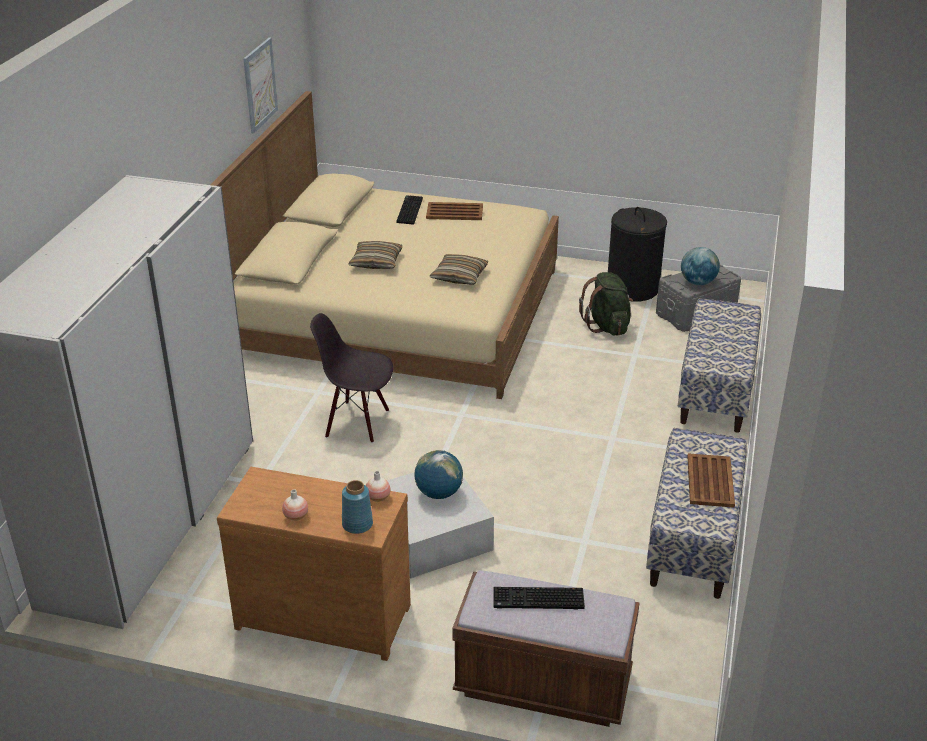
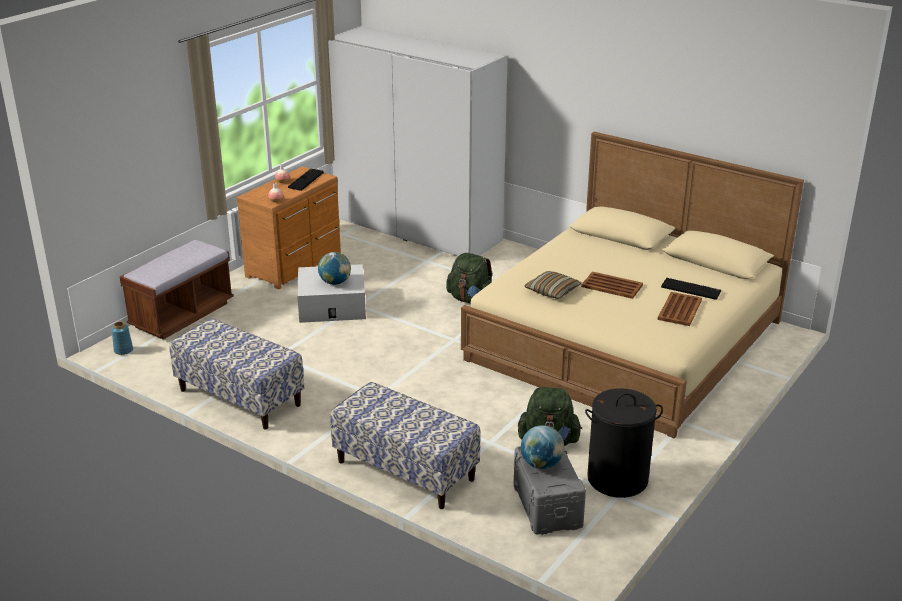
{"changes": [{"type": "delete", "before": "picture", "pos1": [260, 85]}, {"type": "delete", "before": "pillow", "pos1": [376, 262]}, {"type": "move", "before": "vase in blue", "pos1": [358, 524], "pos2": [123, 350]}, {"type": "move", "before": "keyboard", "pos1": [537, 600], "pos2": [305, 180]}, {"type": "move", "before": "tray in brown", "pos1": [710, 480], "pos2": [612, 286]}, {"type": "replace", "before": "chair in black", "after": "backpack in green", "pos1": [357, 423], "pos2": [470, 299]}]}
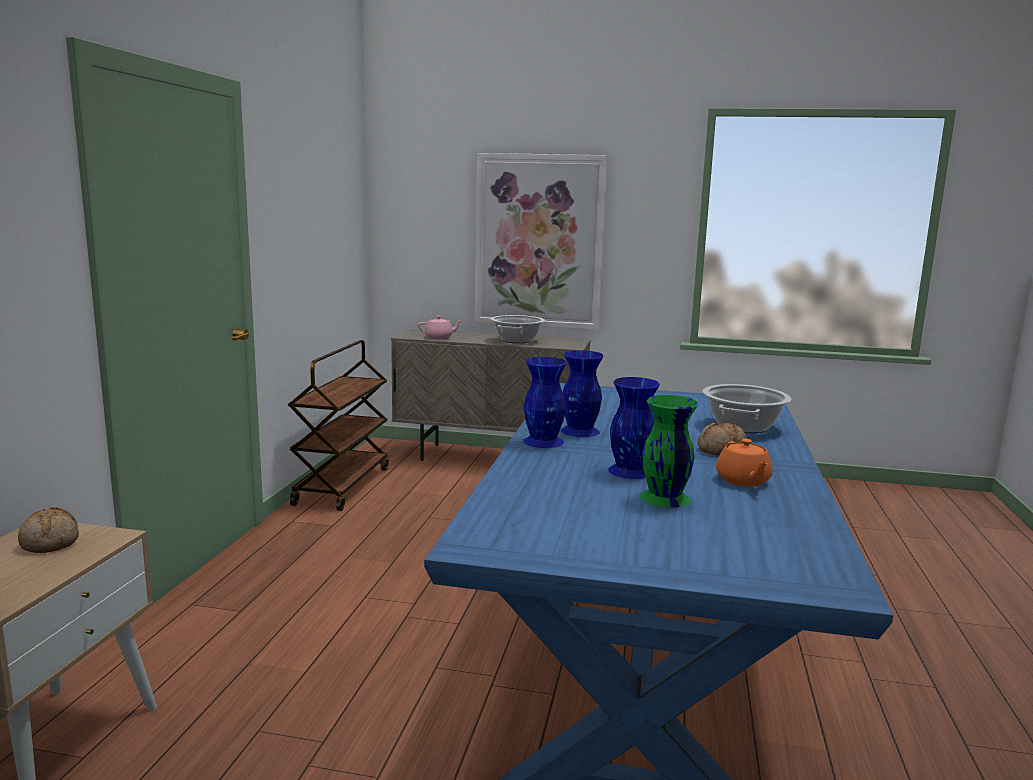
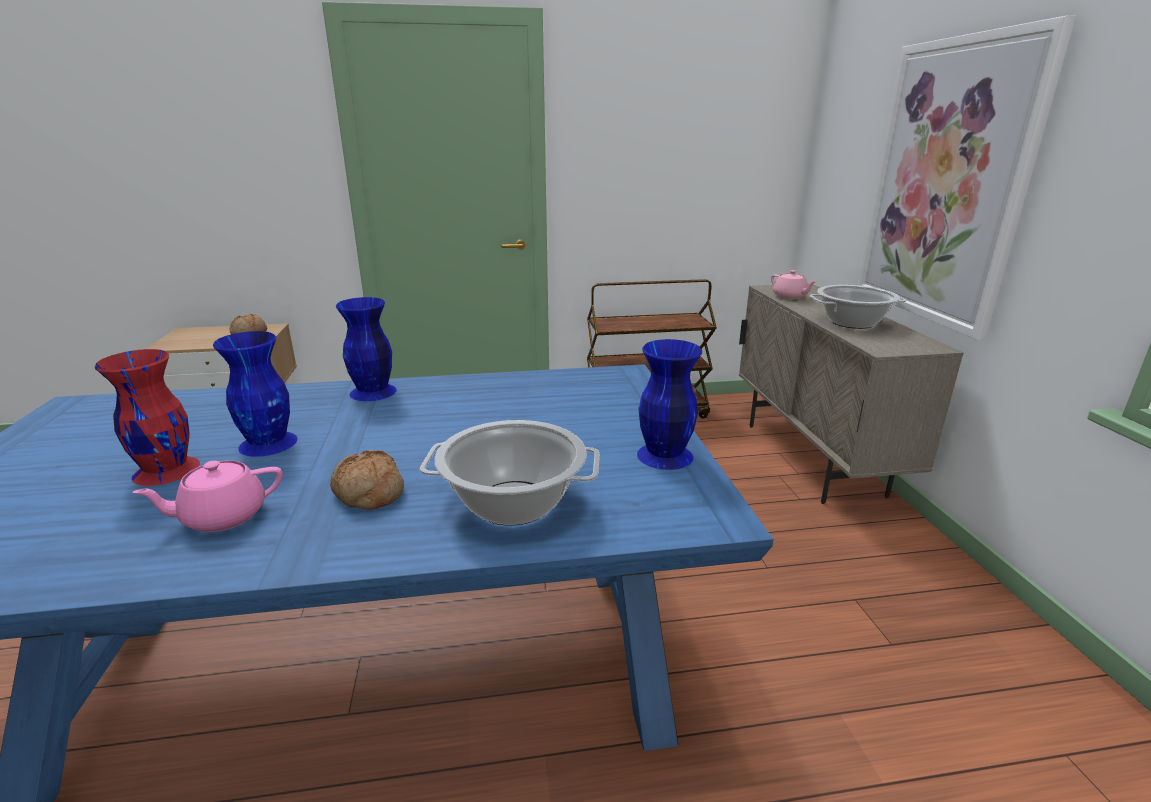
{"changes": [{"type": "move", "before": "vase in blue", "pos1": [580, 431], "pos2": [663, 455]}, {"type": "recolor", "before": "vase in green", "after": "vase in red", "pos1": [664, 498], "pos2": [166, 469]}, {"type": "recolor", "before": "teapot in orange", "after": "teapot in pink", "pos1": [743, 481], "pos2": [223, 517]}]}
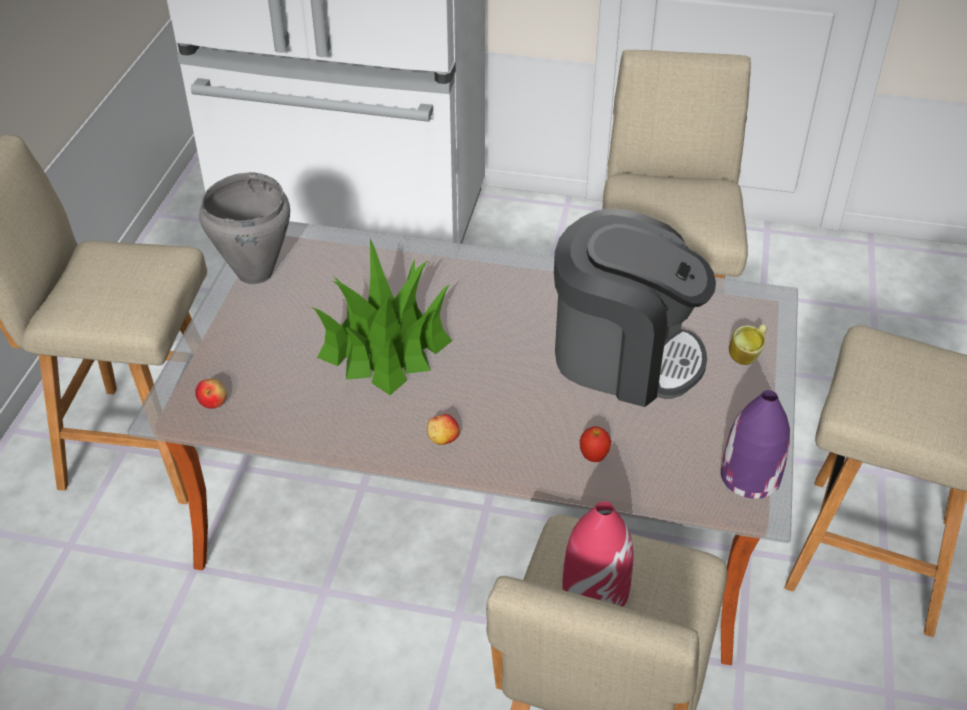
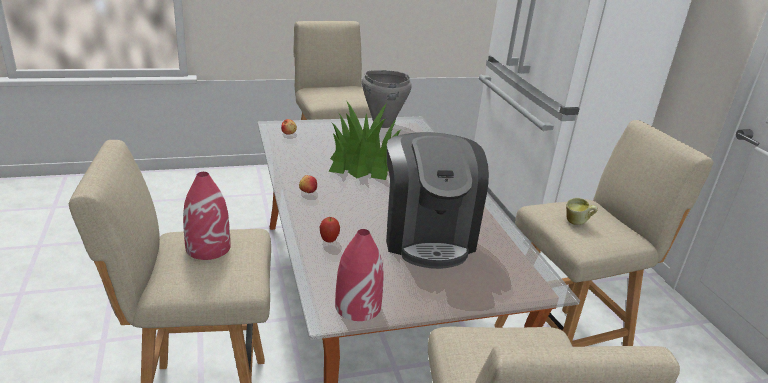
{"changes": [{"type": "move", "before": "mug", "pos1": [747, 357], "pos2": [577, 222]}, {"type": "recolor", "before": "vase in purple", "after": "vase in red", "pos1": [749, 476], "pos2": [357, 306]}]}
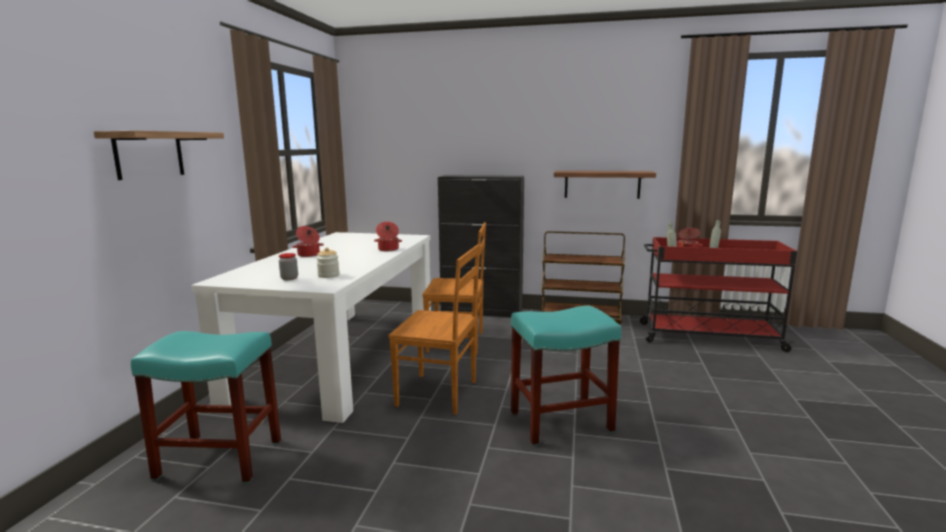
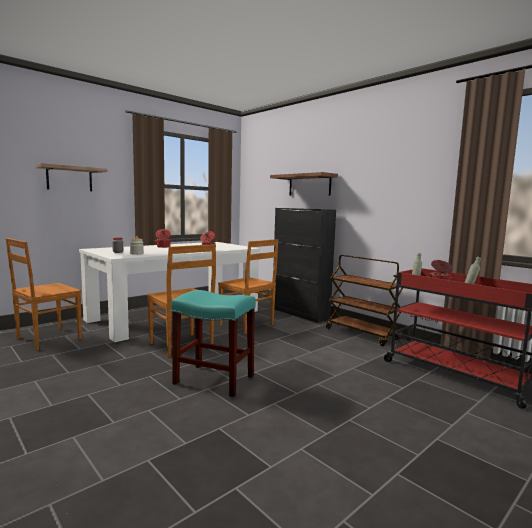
{"changes": [{"type": "move", "before": "shelf", "pos1": [602, 184], "pos2": [309, 185]}, {"type": "replace", "before": "stool in turquoise", "after": "chair in brown", "pos1": [218, 459], "pos2": [47, 339]}]}
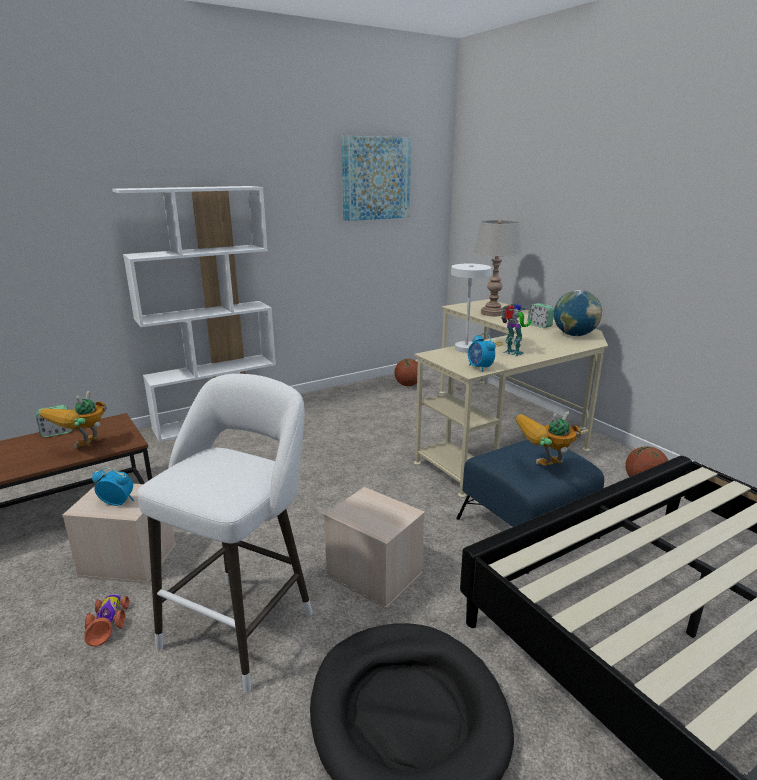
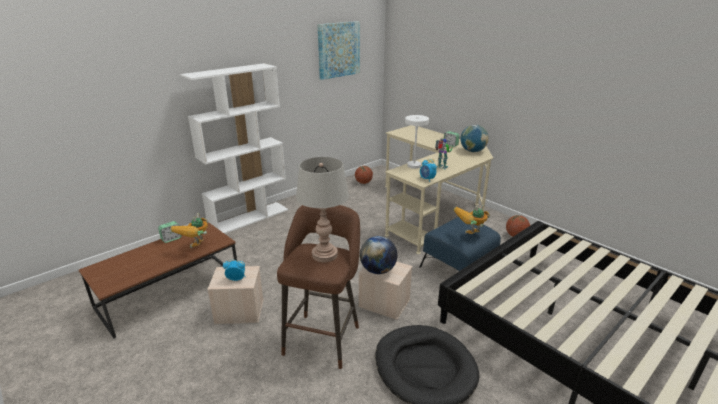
{"changes": [{"type": "delete", "before": "toy car", "pos1": [108, 622]}, {"type": "insert", "after": "globe", "pos2": [378, 270]}, {"type": "move", "before": "table lamp in grey", "pos1": [492, 313], "pos2": [325, 255]}, {"type": "recolor", "before": "stool in white", "after": "stool in brown", "pos1": [243, 624], "pos2": [323, 337]}]}
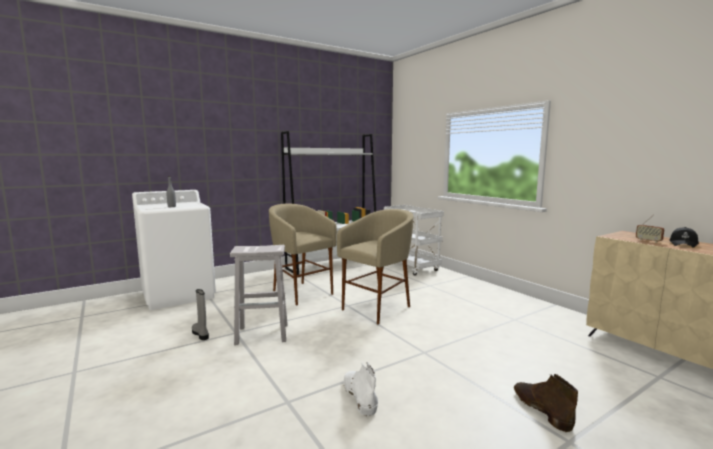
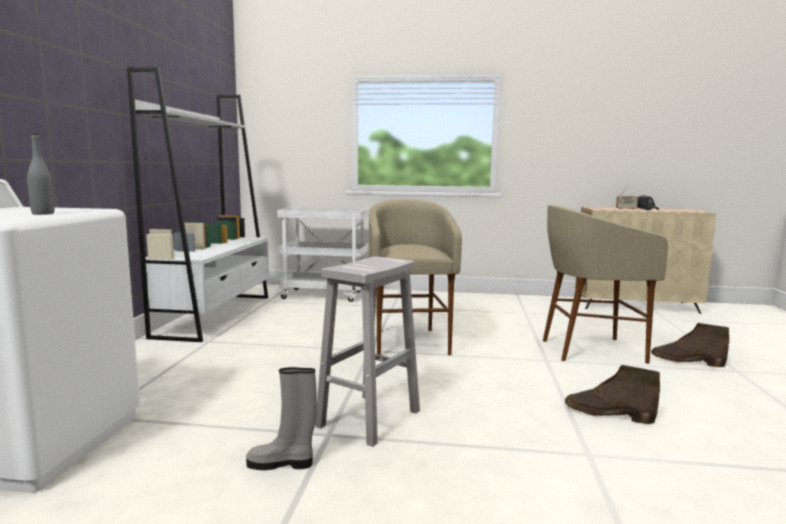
{"changes": [{"type": "move", "before": "stool in beige", "pos1": [301, 293], "pos2": [591, 350]}, {"type": "recolor", "before": "boot in white", "after": "boot in brown", "pos1": [359, 395], "pos2": [607, 414]}]}
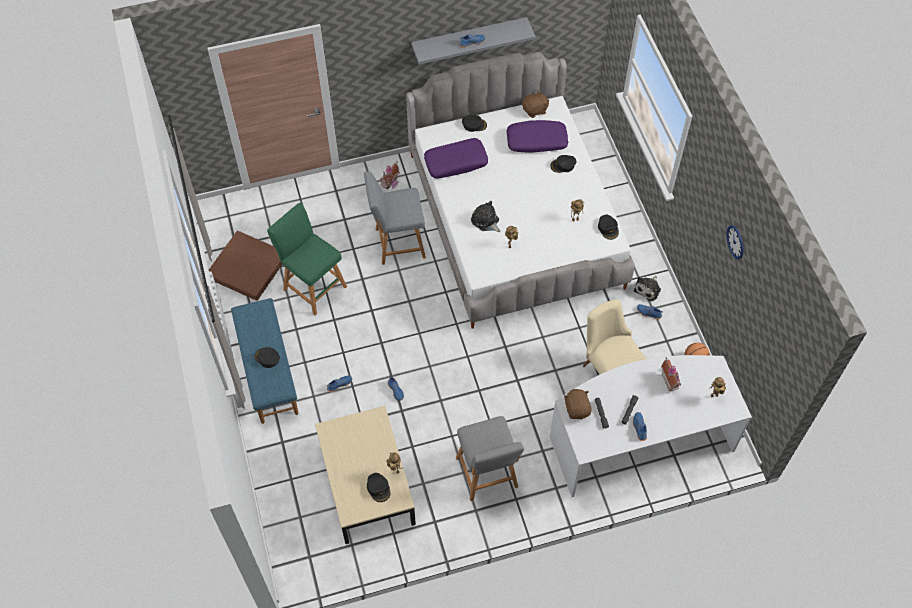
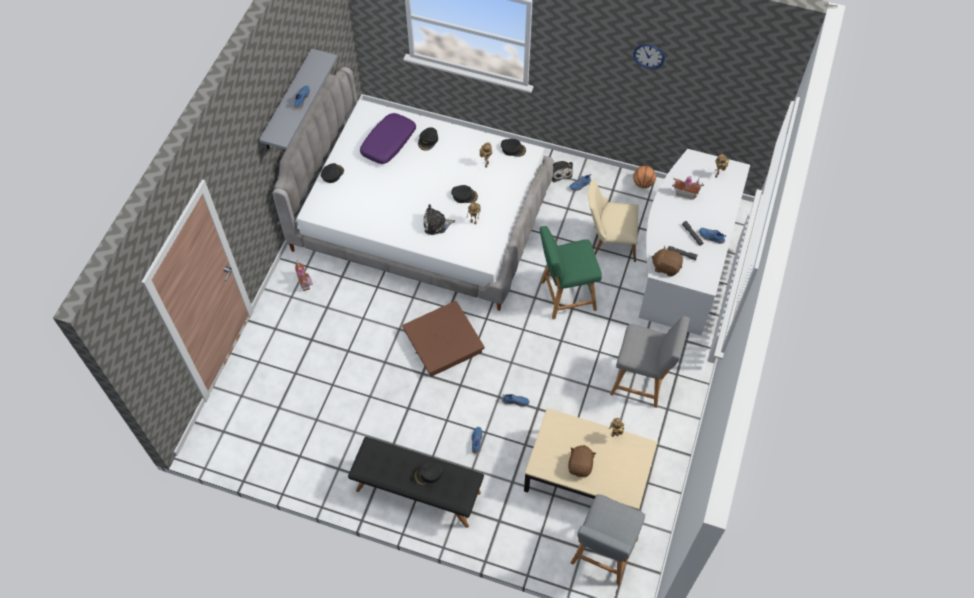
{"changes": [{"type": "delete", "before": "pillow in purple", "pos1": [456, 162]}, {"type": "move", "before": "storage box in brown", "pos1": [248, 269], "pos2": [443, 342]}, {"type": "move", "before": "stool in green", "pos1": [313, 286], "pos2": [565, 296]}, {"type": "move", "before": "stool in grey", "pos1": [397, 243], "pos2": [603, 554]}, {"type": "move", "before": "cap in black", "pos1": [378, 488], "pos2": [464, 195]}, {"type": "move", "before": "plush toy in brown", "pos1": [535, 110], "pos2": [580, 465]}, {"type": "recolor", "before": "bench in blue", "after": "bench in black", "pos1": [267, 370], "pos2": [417, 492]}]}
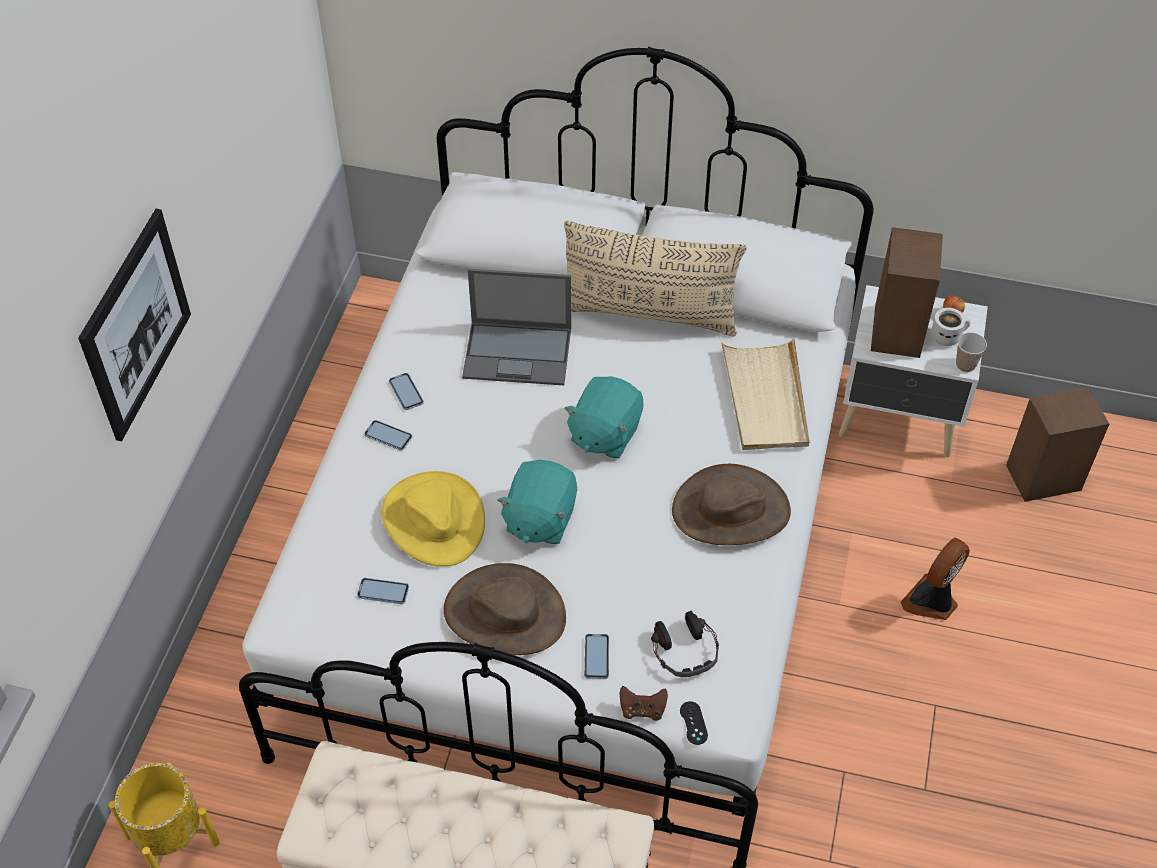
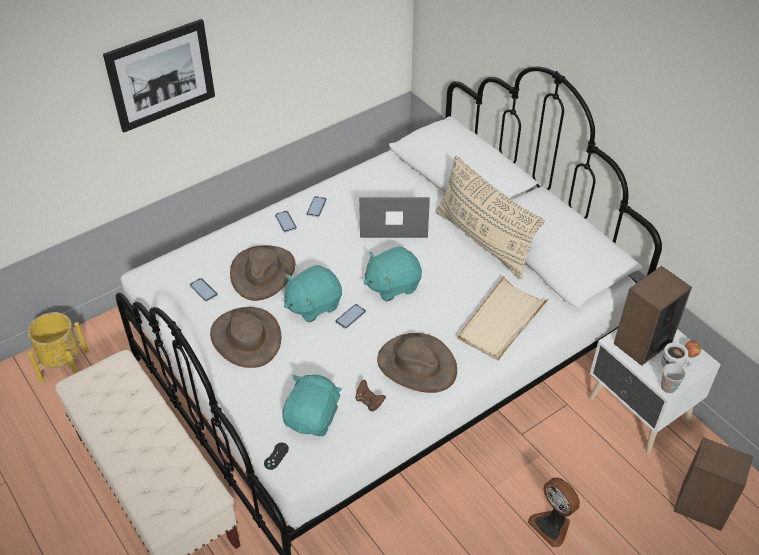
{"changes": [{"type": "move", "before": "phone", "pos1": [596, 657], "pos2": [350, 317]}, {"type": "move", "before": "game controller in brown", "pos1": [642, 710], "pos2": [369, 402]}, {"type": "replace", "before": "headphones", "after": "plush toy in turquoise", "pos1": [685, 650], "pos2": [313, 418]}, {"type": "recolor", "before": "hat in yellow", "after": "hat in brown", "pos1": [433, 519], "pos2": [263, 273]}, {"type": "rotate", "before": "laptop", "pos1": [519, 353], "pos2": [392, 221], "turn": 135}, {"type": "rotate", "before": "fan", "pos1": [932, 601], "pos2": [552, 525], "turn": -120}]}
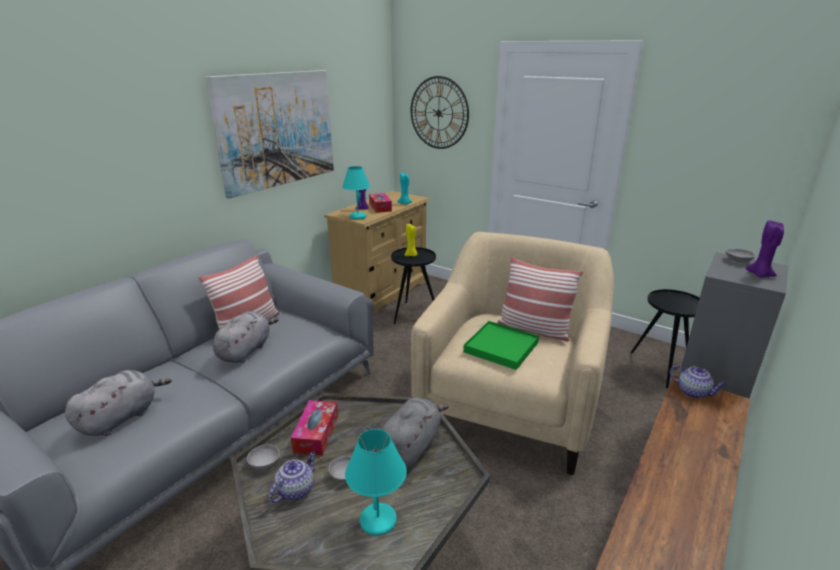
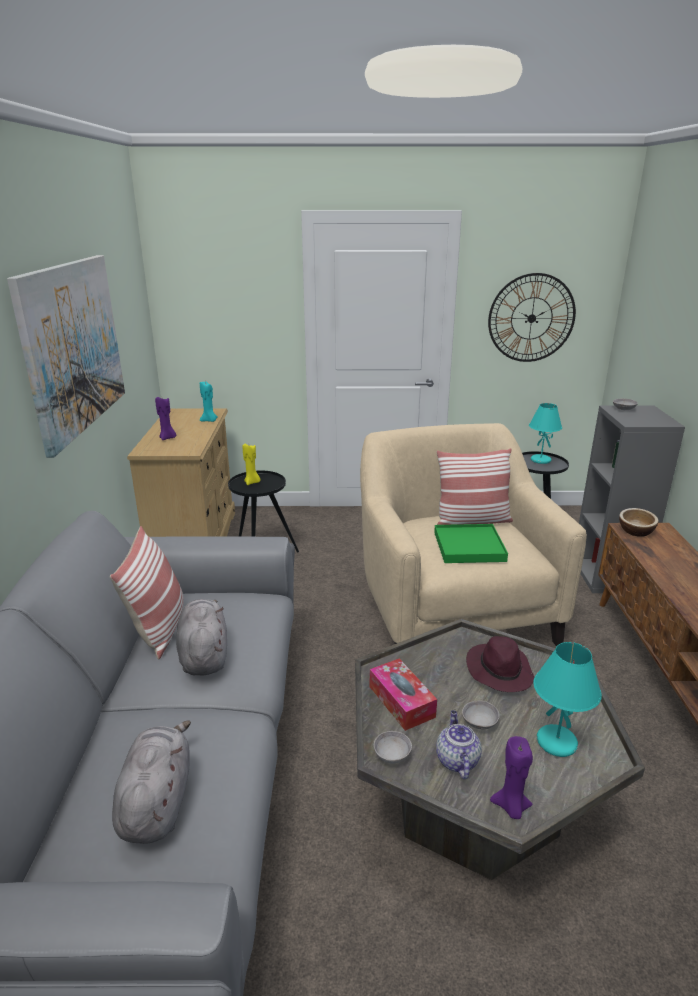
{"changes": [{"type": "delete", "before": "tissue box", "pos1": [380, 207]}, {"type": "move", "before": "table lamp in turquoise", "pos1": [357, 217], "pos2": [540, 460]}, {"type": "move", "before": "wall clock", "pos1": [439, 113], "pos2": [531, 318]}, {"type": "move", "before": "candle in purple", "pos1": [759, 275], "pos2": [511, 807]}, {"type": "replace", "before": "plush toy in grey", "after": "hat in purple", "pos1": [410, 448], "pos2": [499, 670]}, {"type": "replace", "before": "teapot", "after": "bowl", "pos1": [694, 392], "pos2": [635, 531]}]}
